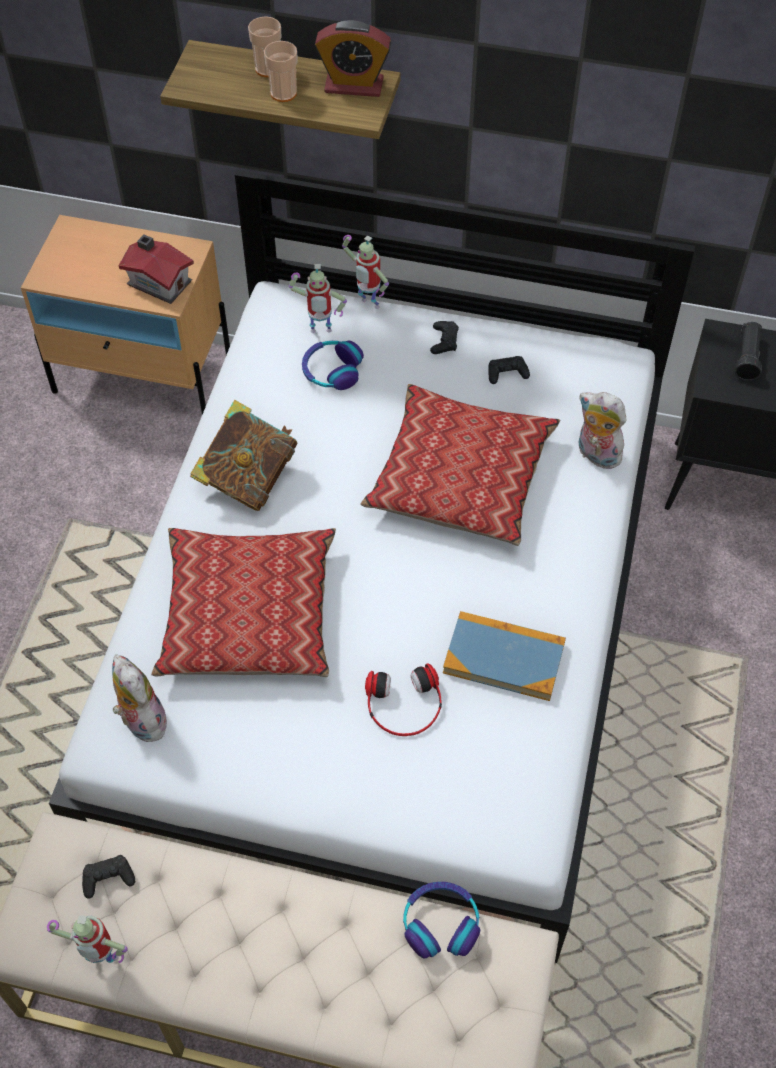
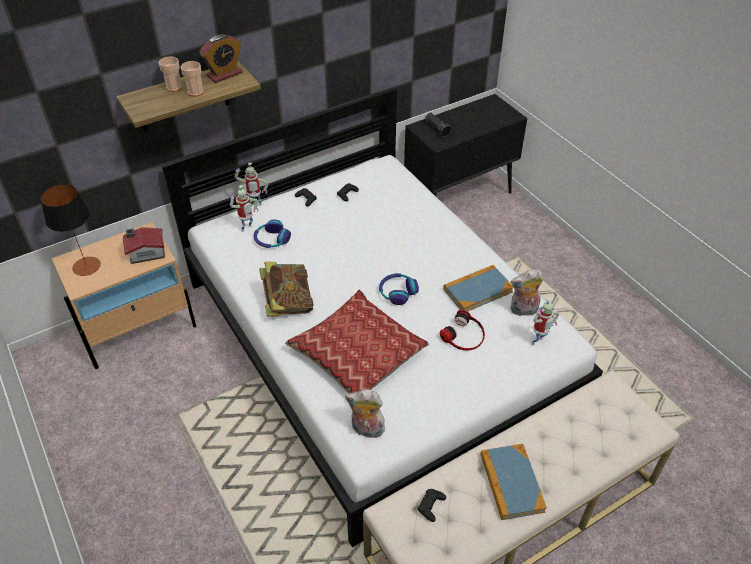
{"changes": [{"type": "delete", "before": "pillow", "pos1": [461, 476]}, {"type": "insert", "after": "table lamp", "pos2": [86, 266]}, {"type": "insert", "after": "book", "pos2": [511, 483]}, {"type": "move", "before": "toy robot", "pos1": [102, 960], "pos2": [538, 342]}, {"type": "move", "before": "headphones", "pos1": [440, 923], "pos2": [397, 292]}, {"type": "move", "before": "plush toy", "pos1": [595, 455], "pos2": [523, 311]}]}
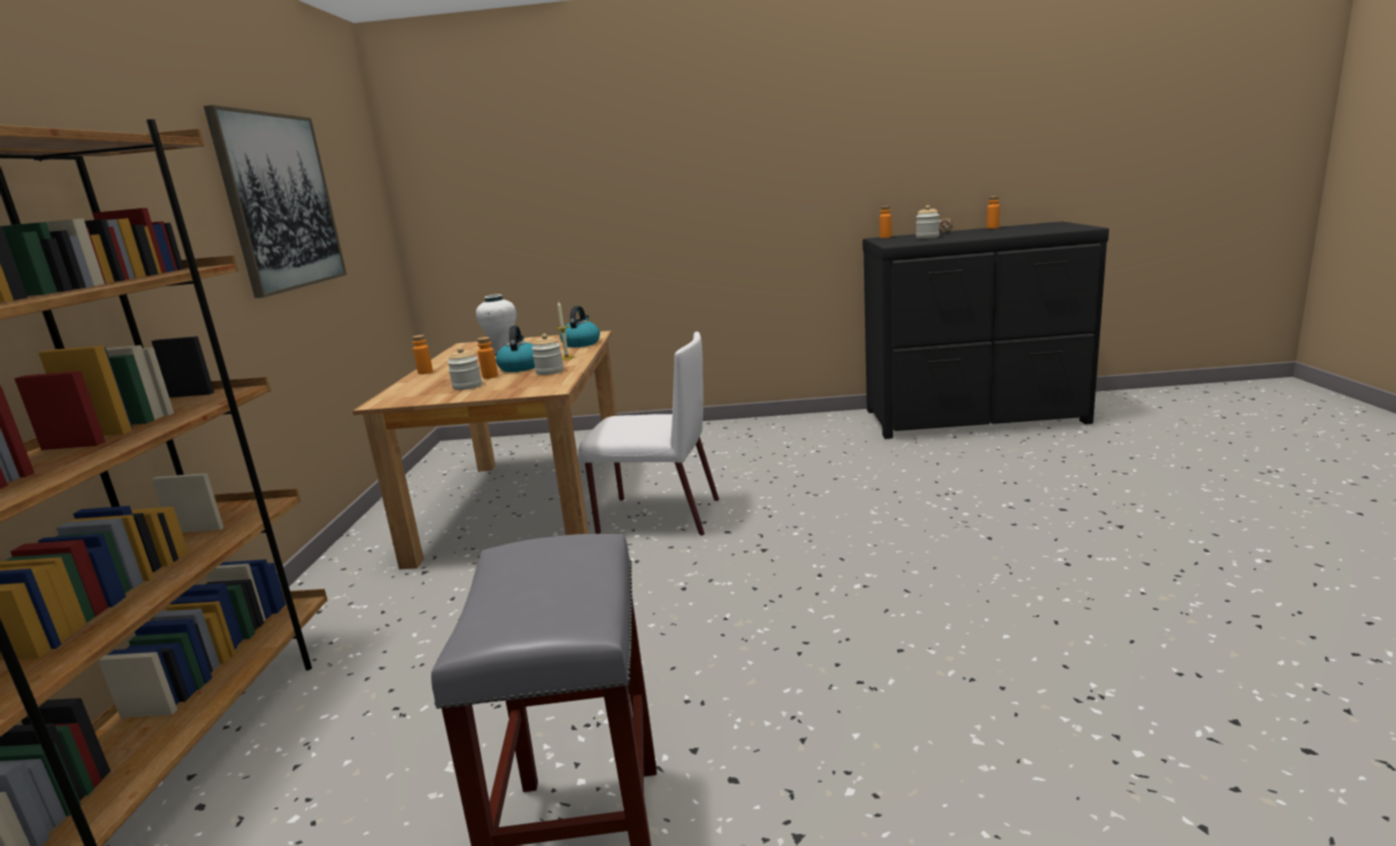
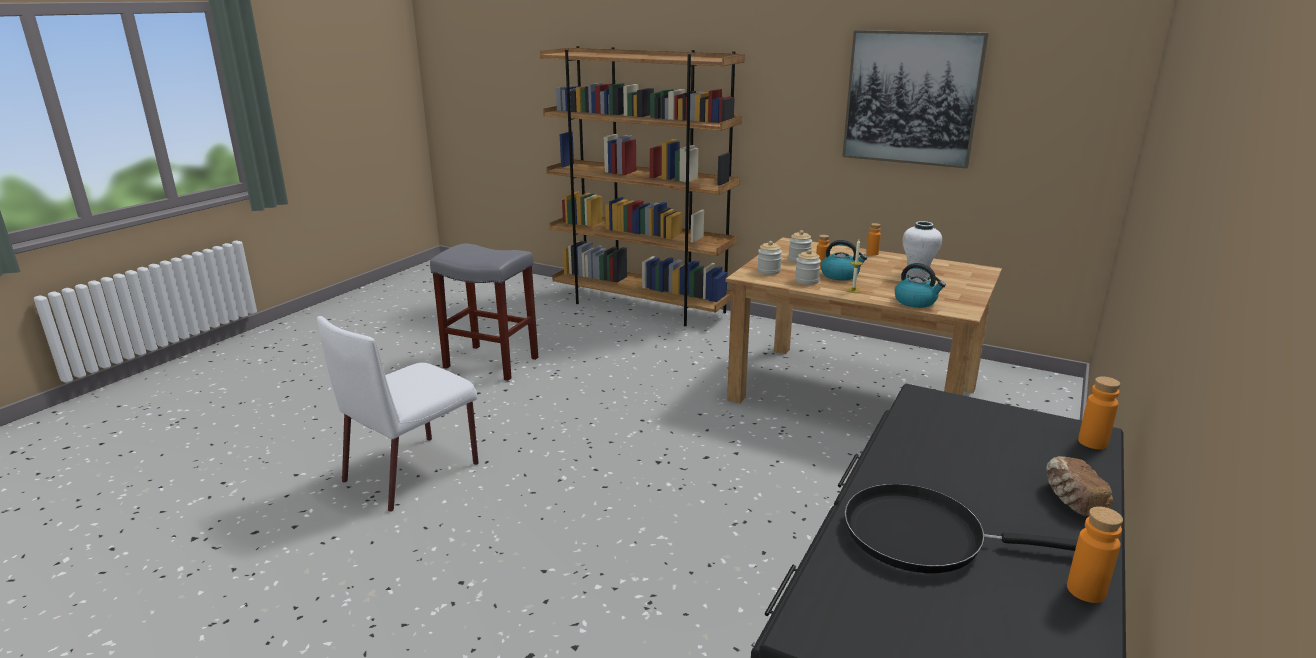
{"changes": [{"type": "insert", "after": "frying pan in black", "pos2": [923, 536]}, {"type": "move", "before": "chair in white", "pos1": [656, 516], "pos2": [413, 471]}, {"type": "move", "before": "jar", "pos1": [927, 237], "pos2": [768, 271]}]}
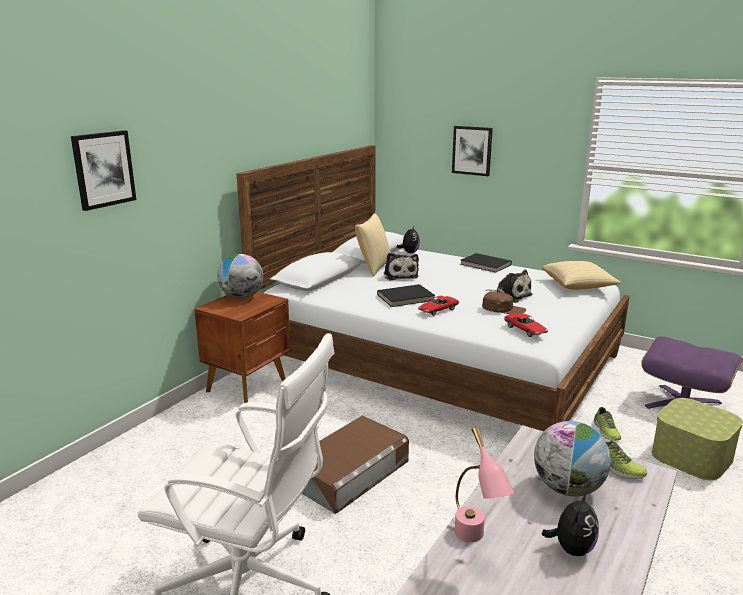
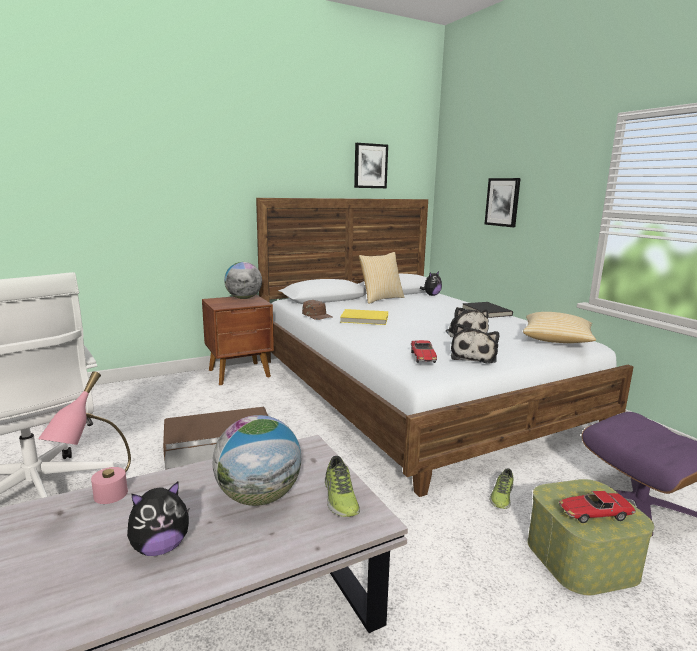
{"changes": [{"type": "move", "before": "picture", "pos1": [103, 169], "pos2": [370, 166]}, {"type": "move", "before": "plush toy", "pos1": [400, 275], "pos2": [474, 357]}, {"type": "move", "before": "toy car", "pos1": [438, 310], "pos2": [594, 514]}, {"type": "move", "before": "cap in brown", "pos1": [503, 309], "pos2": [317, 315]}, {"type": "recolor", "before": "book in black", "after": "book in yellow", "pos1": [406, 298], "pos2": [364, 319]}]}
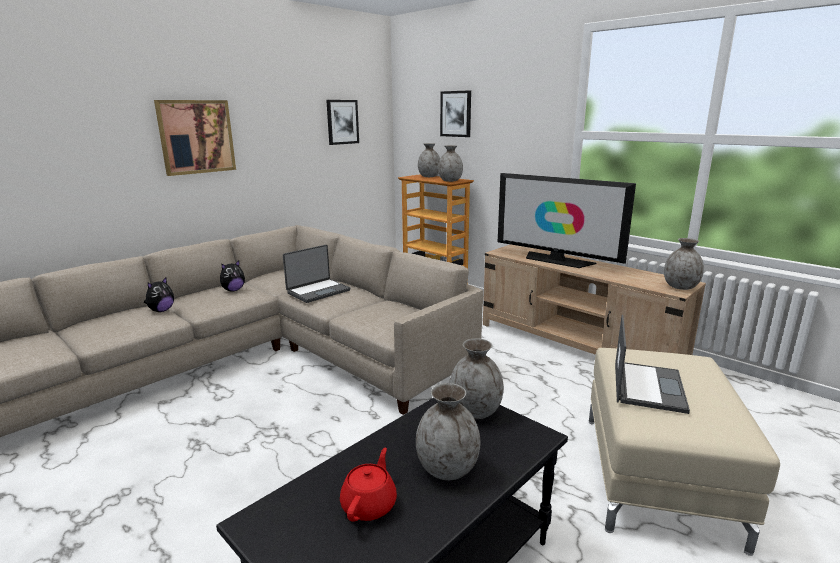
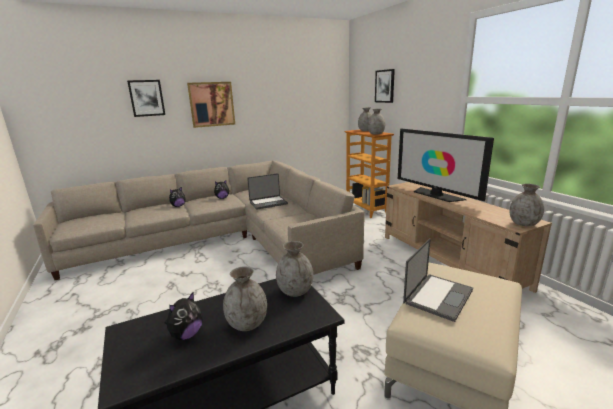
{"changes": [{"type": "move", "before": "picture", "pos1": [342, 122], "pos2": [146, 98]}, {"type": "replace", "before": "teapot in red", "after": "plush toy", "pos1": [369, 504], "pos2": [186, 335]}]}
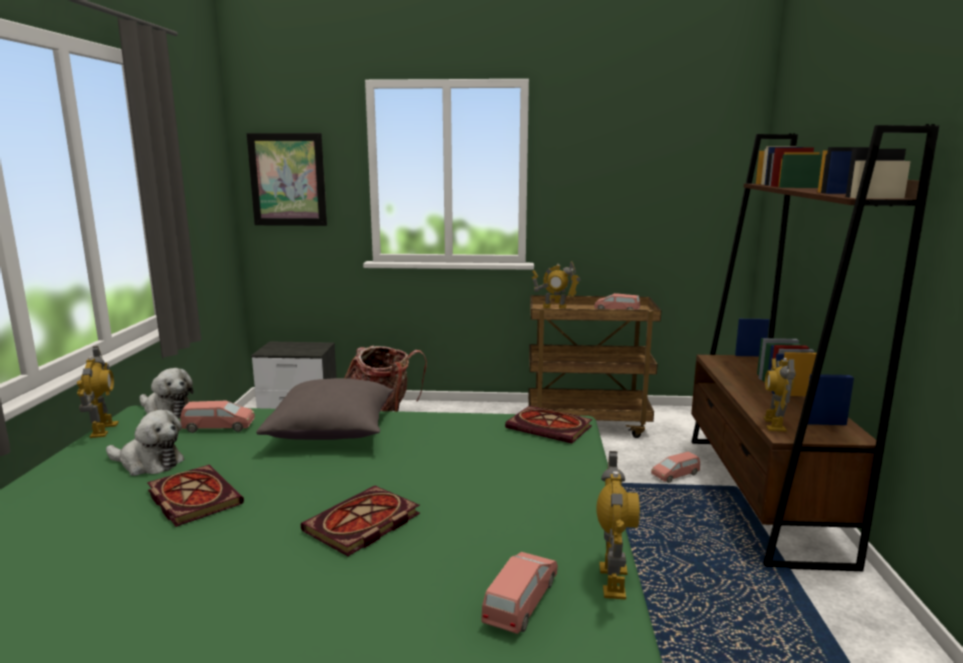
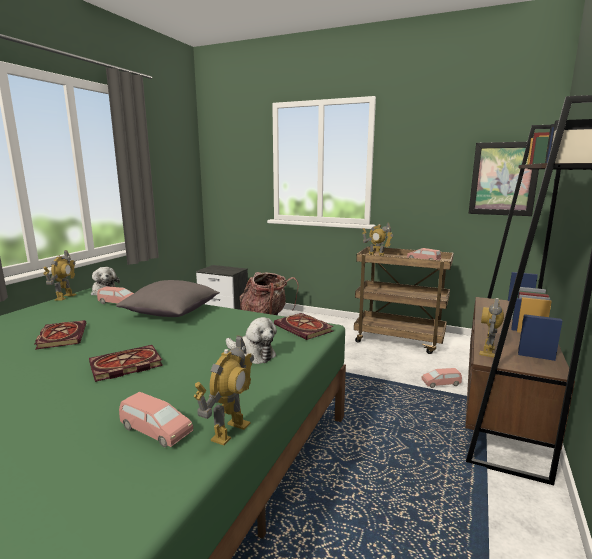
{"changes": [{"type": "move", "before": "plush toy", "pos1": [148, 463], "pos2": [252, 355]}, {"type": "move", "before": "picture", "pos1": [287, 180], "pos2": [503, 179]}, {"type": "rotate", "before": "toy car in pink", "pos1": [520, 602], "pos2": [155, 430], "turn": 75}]}
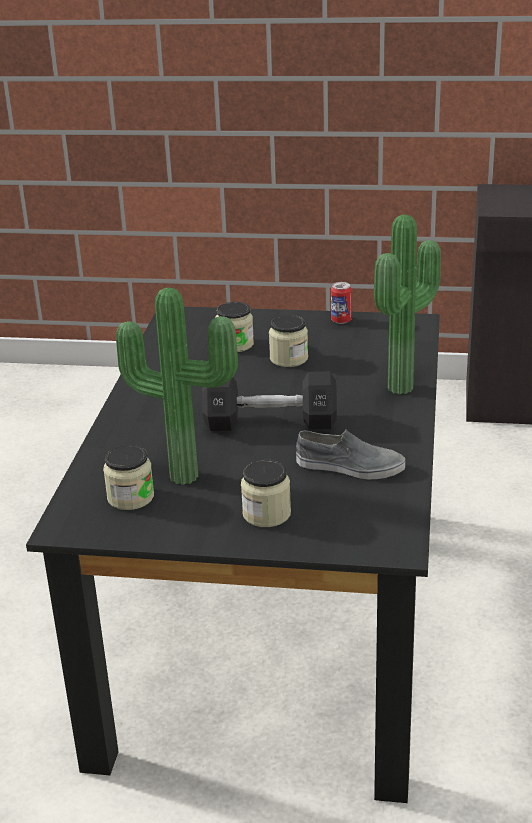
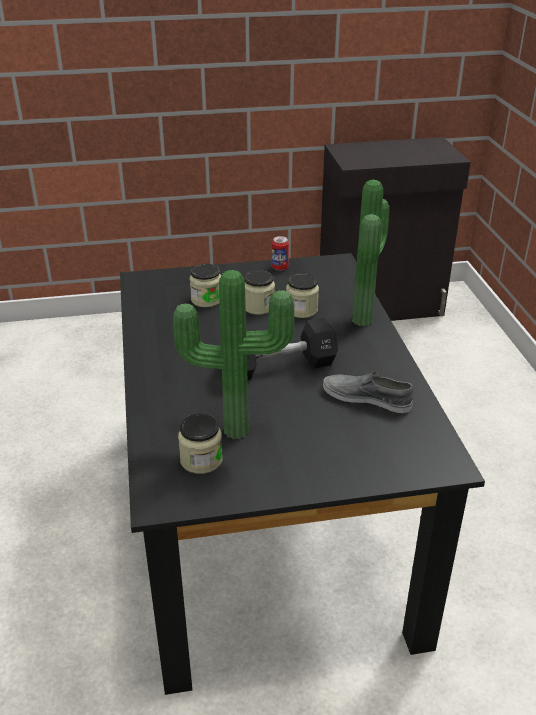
{"changes": [{"type": "move", "before": "jar", "pos1": [266, 514], "pos2": [301, 310]}, {"type": "rotate", "before": "shoe in grey", "pos1": [349, 467], "pos2": [367, 397], "turn": -150}]}
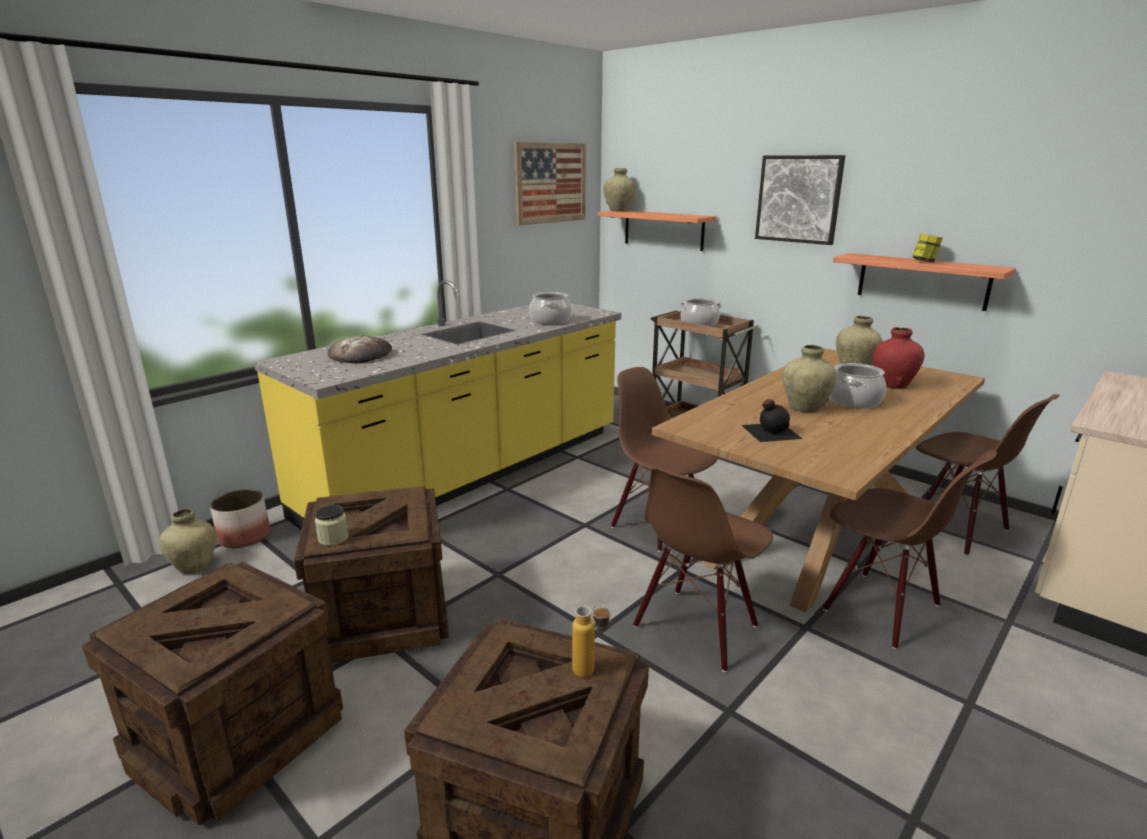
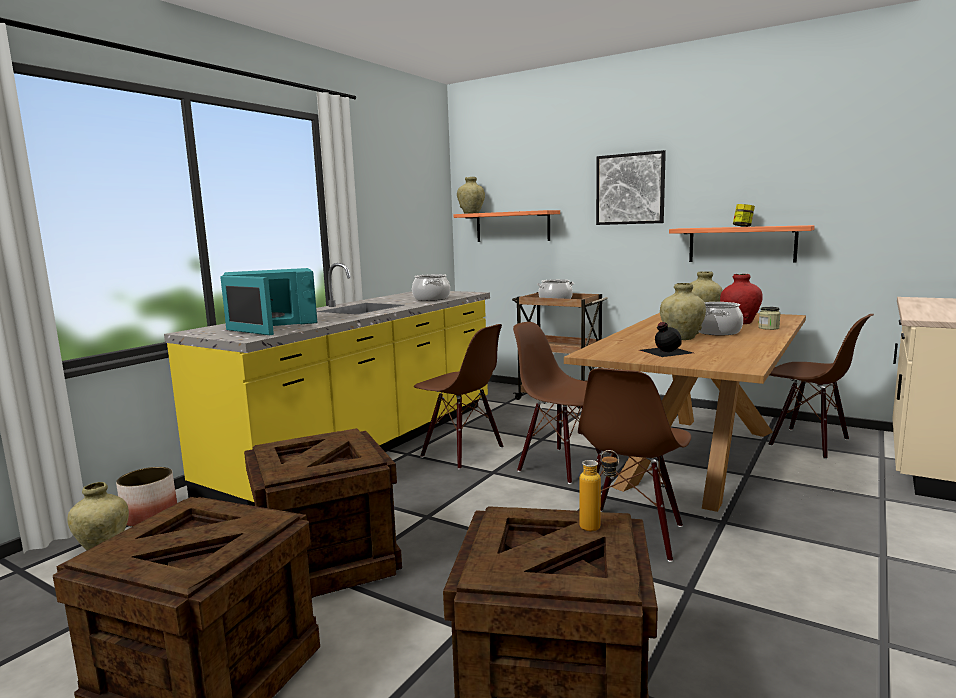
{"changes": [{"type": "delete", "before": "picture", "pos1": [550, 183]}, {"type": "move", "before": "jar", "pos1": [333, 538], "pos2": [768, 328]}, {"type": "move", "before": "chair in brown", "pos1": [881, 608], "pos2": [461, 452]}, {"type": "replace", "before": "bread", "after": "microwave in turquoise", "pos1": [361, 355], "pos2": [270, 324]}]}
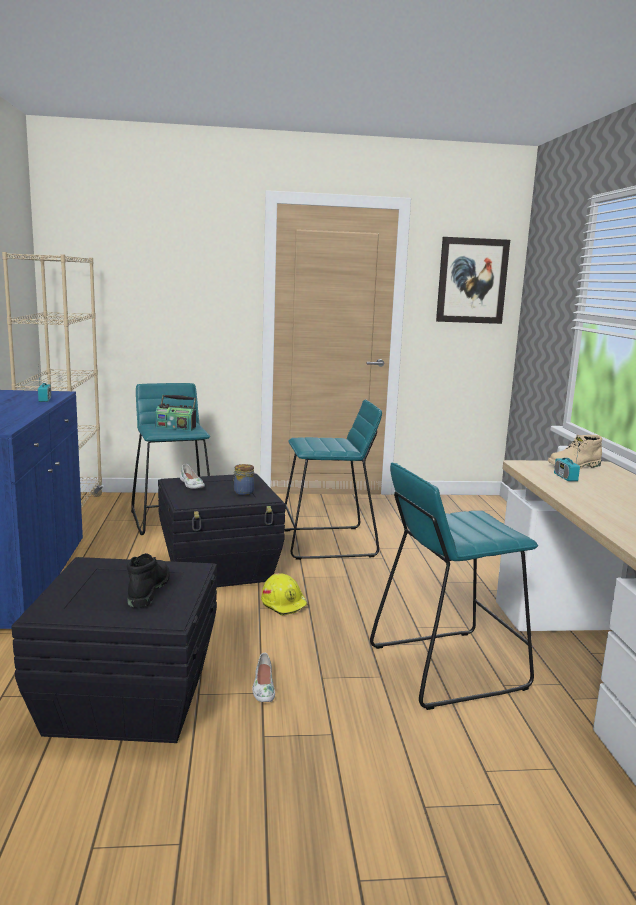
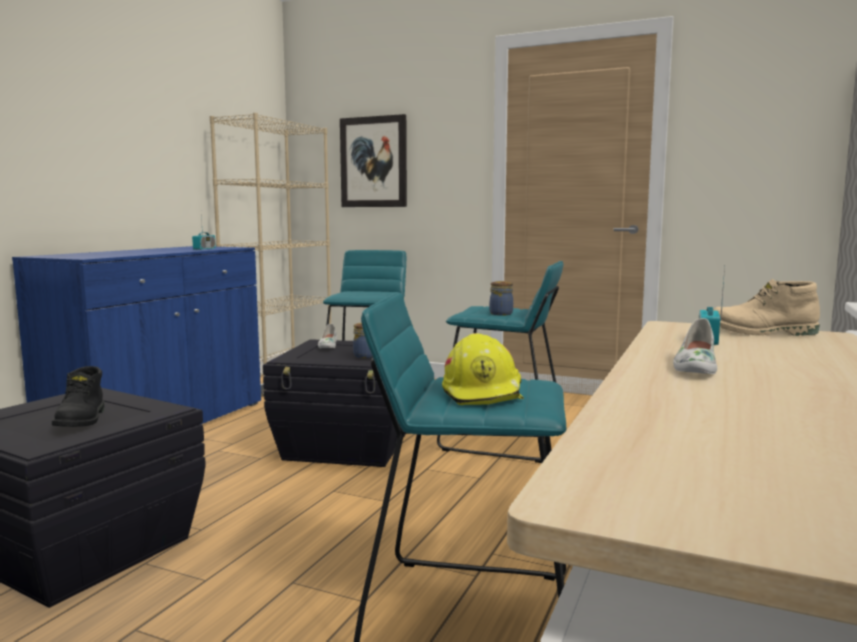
{"changes": [{"type": "delete", "before": "radio", "pos1": [176, 427]}, {"type": "insert", "after": "jar", "pos2": [501, 313]}, {"type": "move", "before": "shoe in white", "pos1": [263, 687], "pos2": [695, 366]}, {"type": "move", "before": "hard hat in yellow", "pos1": [284, 603], "pos2": [483, 393]}, {"type": "move", "before": "picture", "pos1": [472, 281], "pos2": [373, 162]}, {"type": "rotate", "before": "boot in black", "pos1": [147, 590], "pos2": [82, 420], "turn": 135}]}
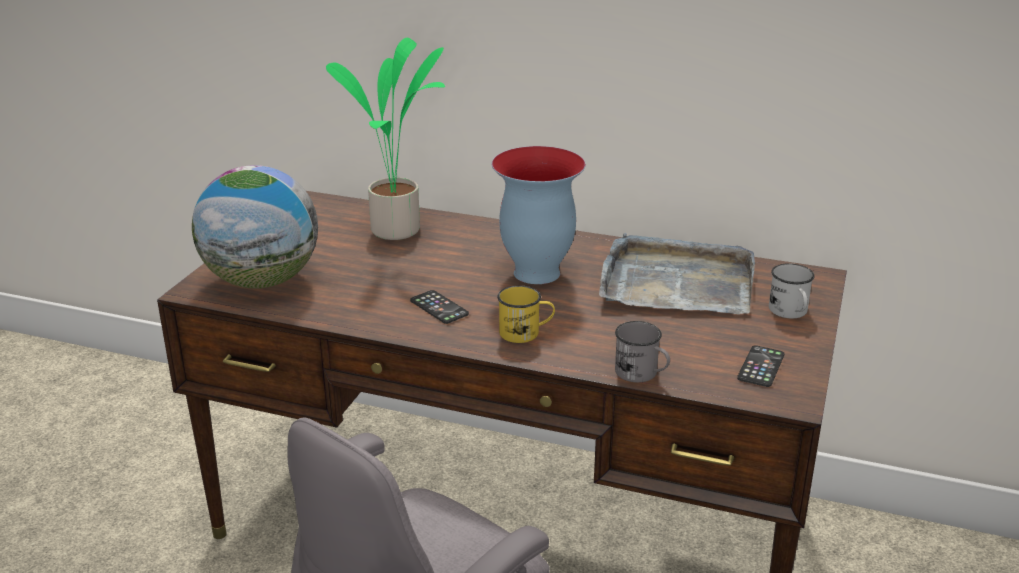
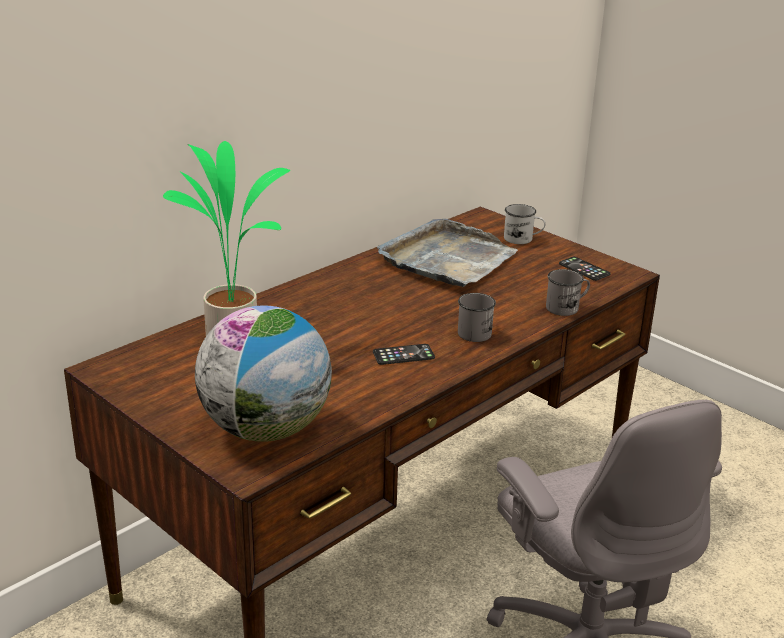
{"changes": [{"type": "delete", "before": "vase", "pos1": [536, 274]}, {"type": "recolor", "before": "mug in yellow", "after": "mug in grey", "pos1": [526, 333], "pos2": [476, 331]}]}
